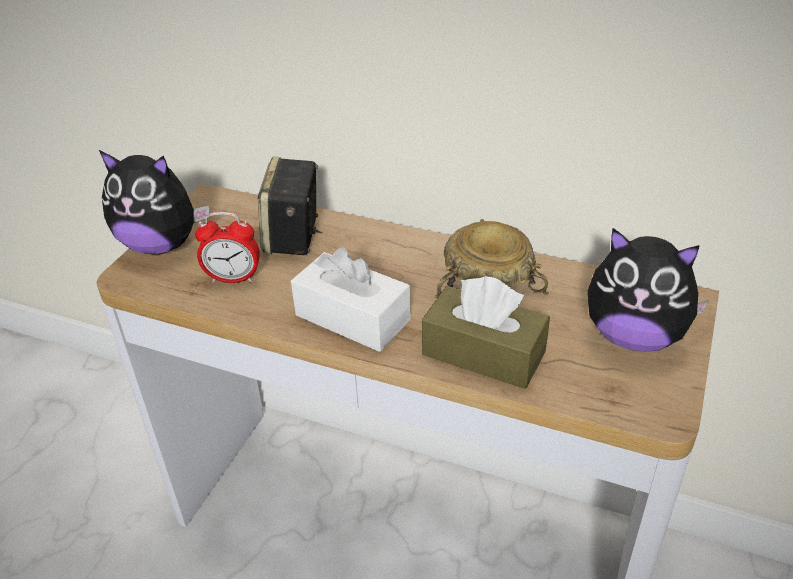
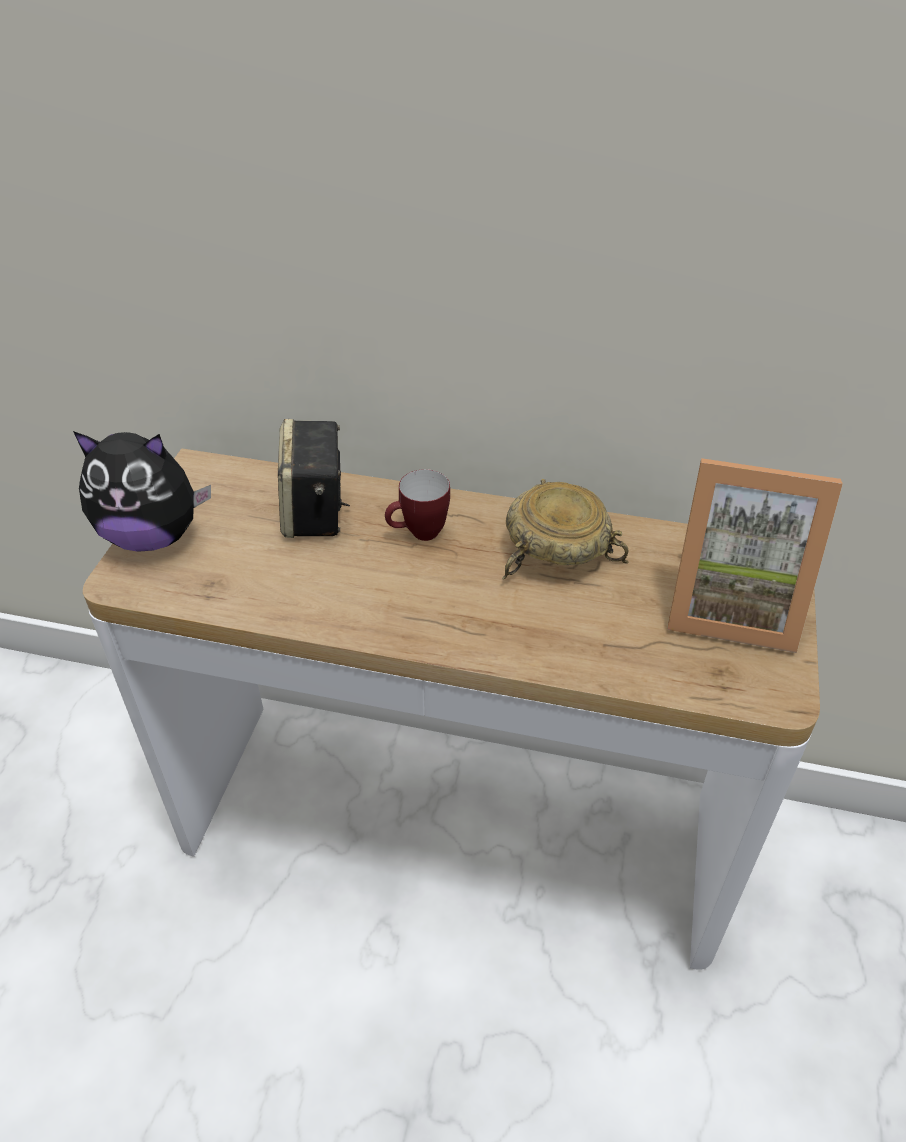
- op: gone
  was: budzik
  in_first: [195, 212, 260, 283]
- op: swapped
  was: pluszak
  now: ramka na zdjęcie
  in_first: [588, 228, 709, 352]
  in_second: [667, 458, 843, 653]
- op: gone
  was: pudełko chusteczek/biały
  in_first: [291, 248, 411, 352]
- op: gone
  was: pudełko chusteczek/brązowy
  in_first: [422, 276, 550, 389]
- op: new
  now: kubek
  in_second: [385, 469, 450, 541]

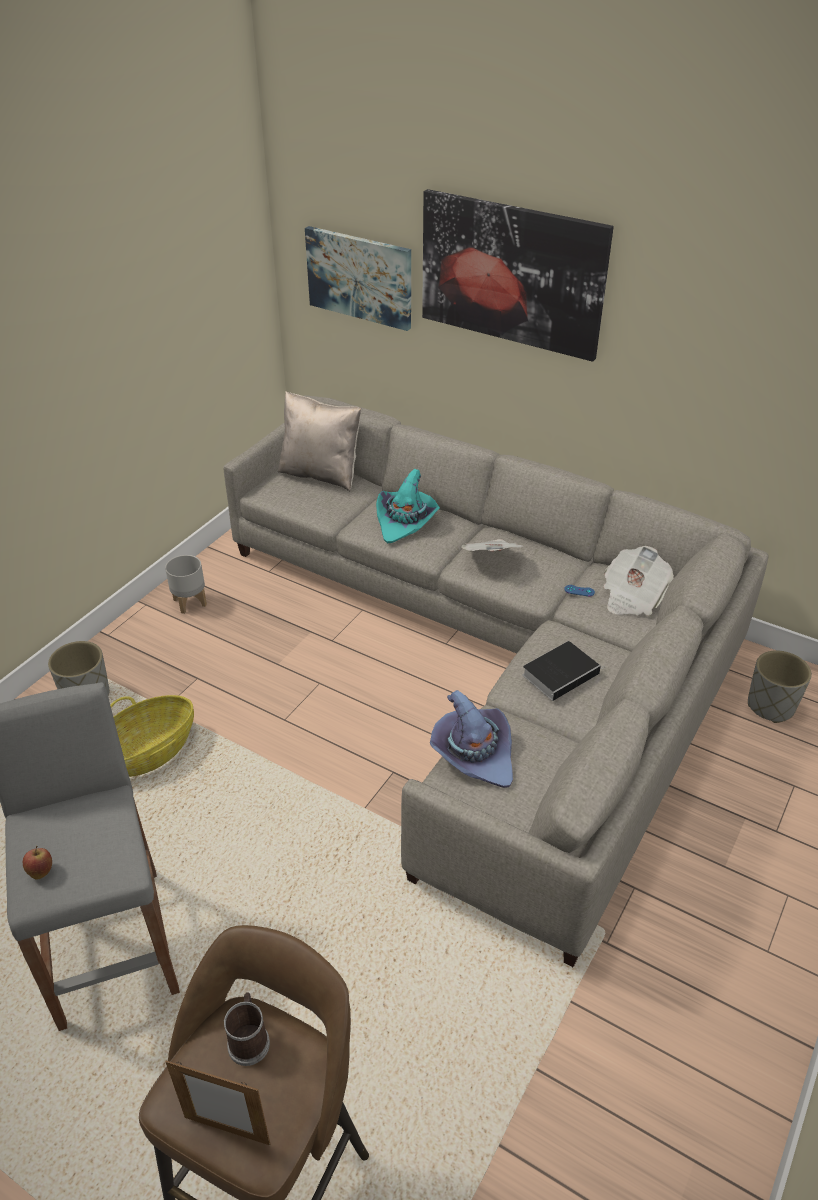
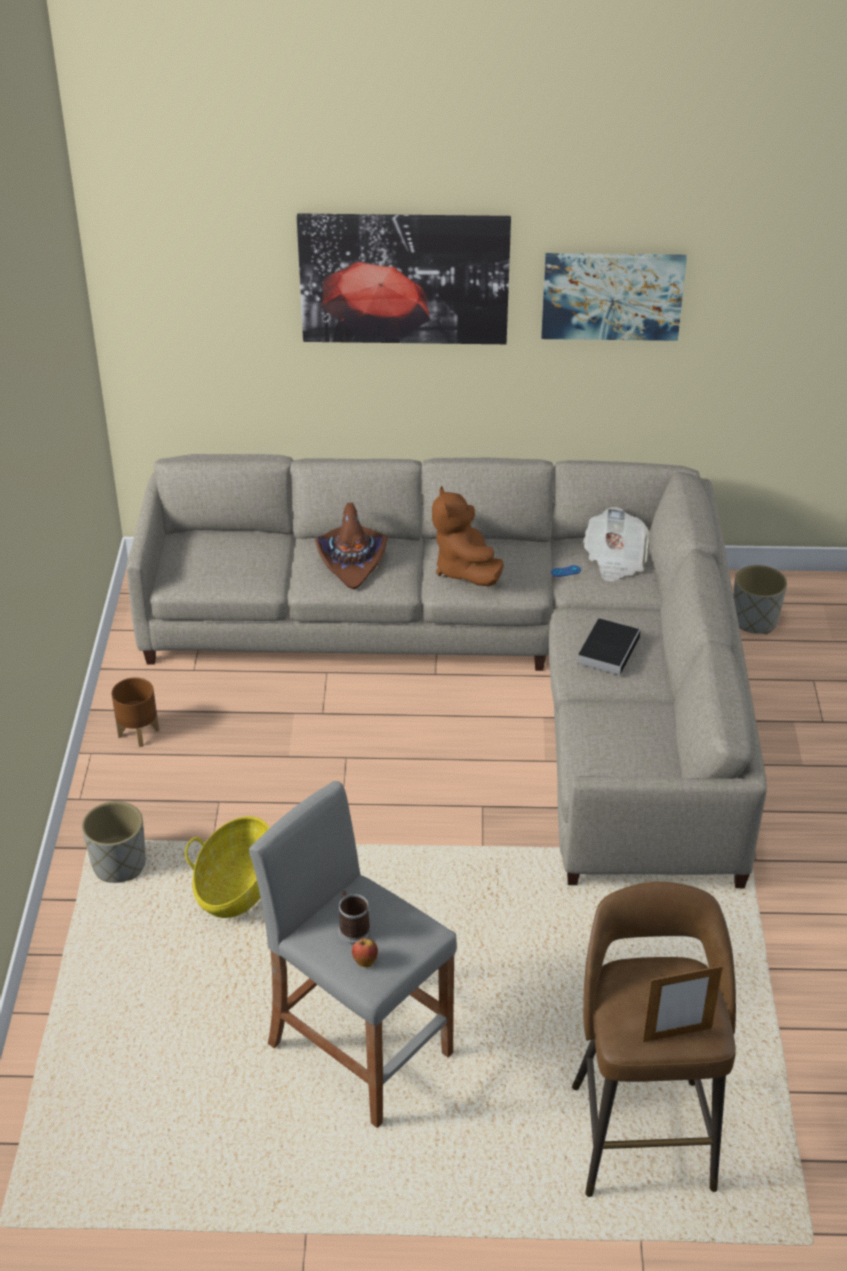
- op: shifted
  was: obraz
  in_first: [305, 226, 411, 331]
  in_second: [541, 253, 687, 341]
- op: gone
  was: poduszka/beżowy
  in_first: [278, 391, 361, 491]
- op: repainted
  was: kapelusz/turkusowy
  now: kapelusz/brązowy
  in_first: [376, 469, 440, 543]
  in_second: [315, 503, 387, 589]
- op: swapped
  was: gazeta
  now: pluszak/brązowy
  in_first: [461, 539, 524, 552]
  in_second: [432, 486, 504, 586]
- op: repainted
  was: donica/szary
  now: donica/brązowy
  in_first: [165, 555, 207, 614]
  in_second: [111, 678, 159, 747]
- op: gone
  was: kapelusz/fioletowy
  in_first: [430, 690, 513, 788]
- op: shifted
  was: kubek
  in_first: [224, 993, 270, 1066]
  in_second: [338, 891, 371, 945]

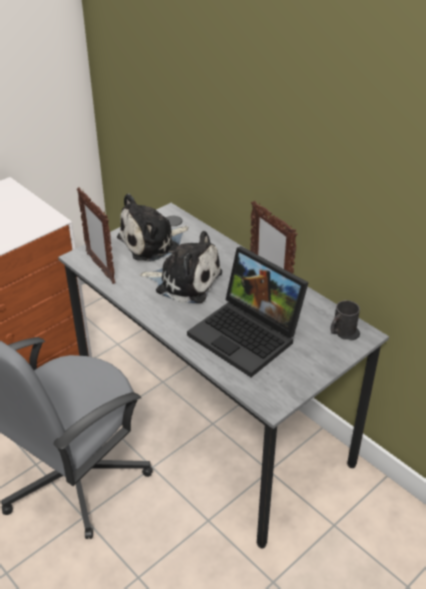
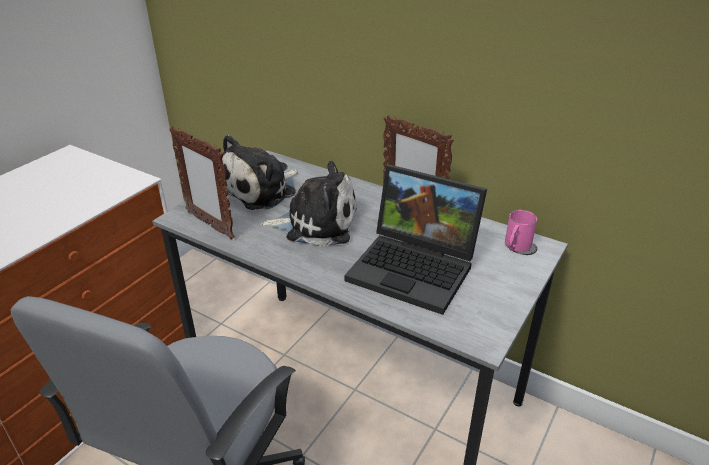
- op: repainted
  was: kubek/czarny
  now: kubek/różowy
  in_first: [330, 300, 360, 337]
  in_second: [505, 210, 537, 252]

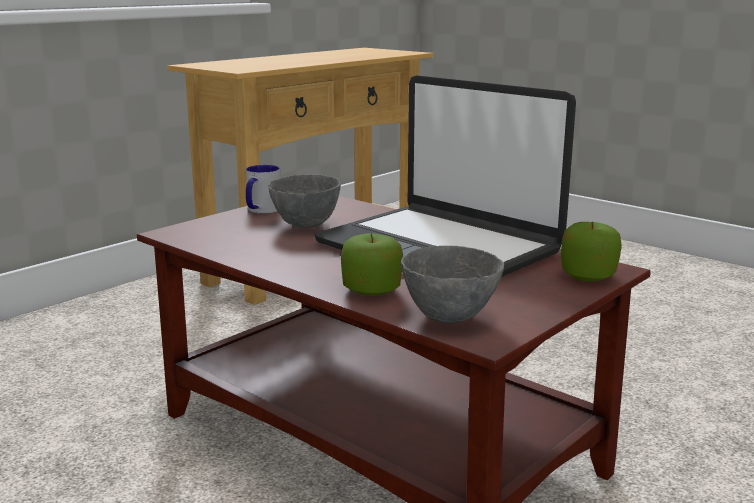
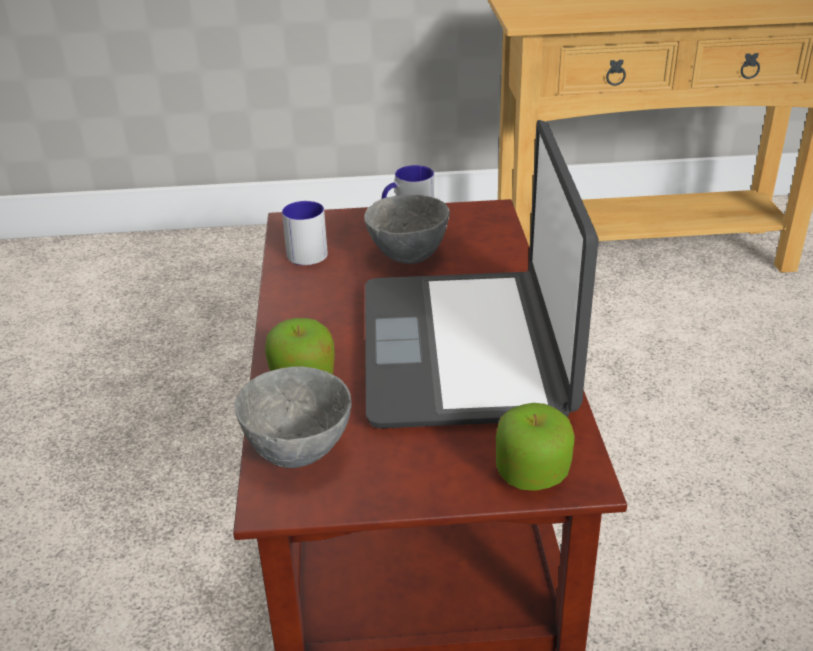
- op: new
  now: kubek
  in_second: [282, 201, 328, 265]

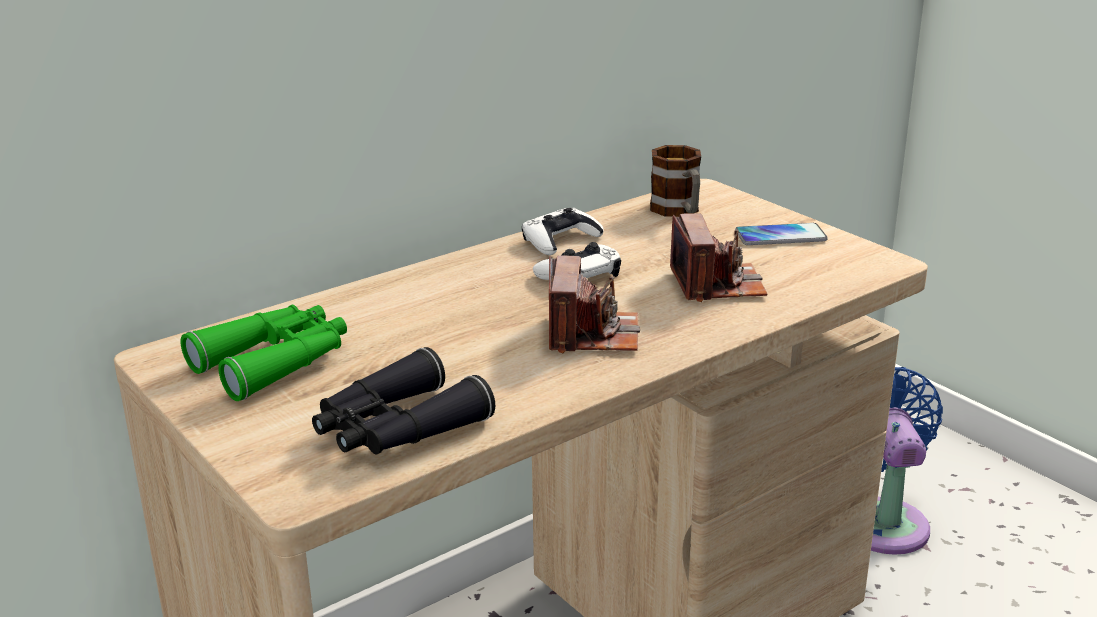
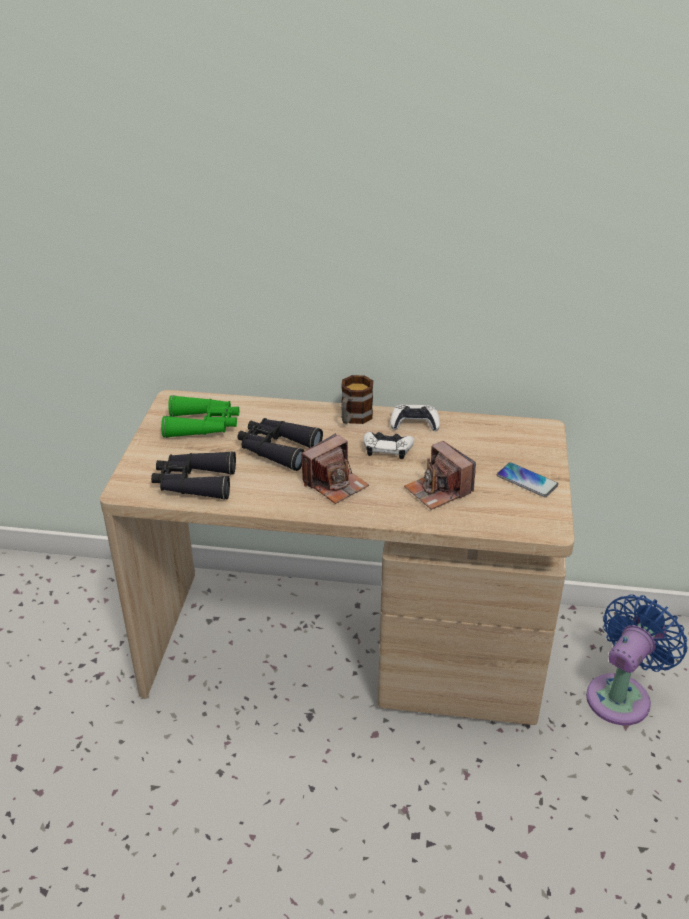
- op: shifted
  was: kubek
  in_first: [650, 145, 701, 217]
  in_second: [341, 375, 373, 424]
- op: rotated
  was: aparat fotograficzny
  in_first: [670, 213, 767, 302]
  in_second: [404, 441, 476, 510]
  clockwise: 105
- op: new
  now: lornetka/czarny
  in_second: [237, 418, 323, 471]

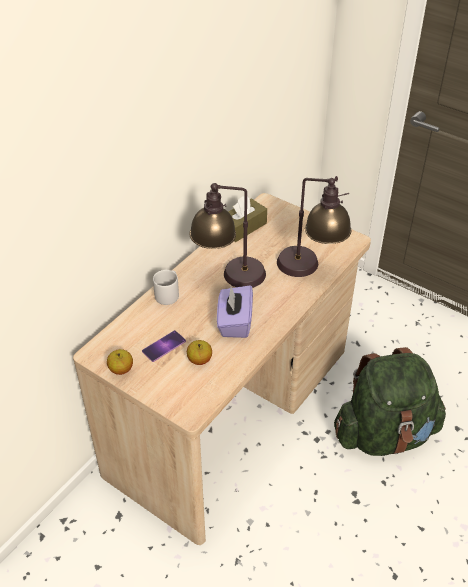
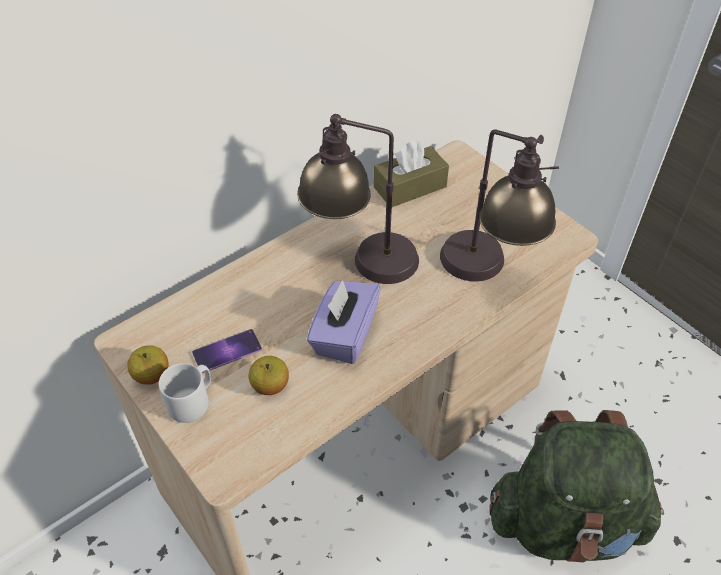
- op: shifted
  was: kubek/szary
  in_first: [153, 270, 179, 305]
  in_second: [159, 363, 211, 423]

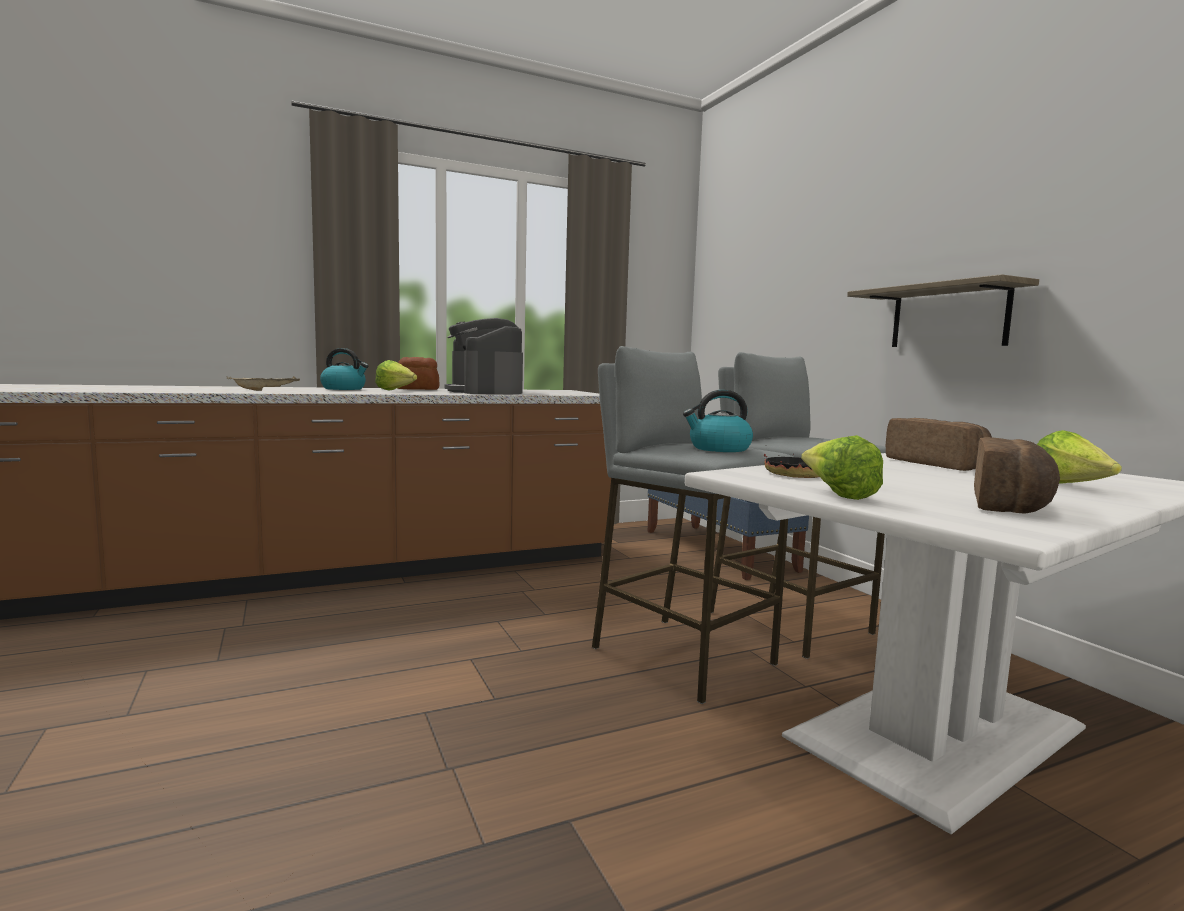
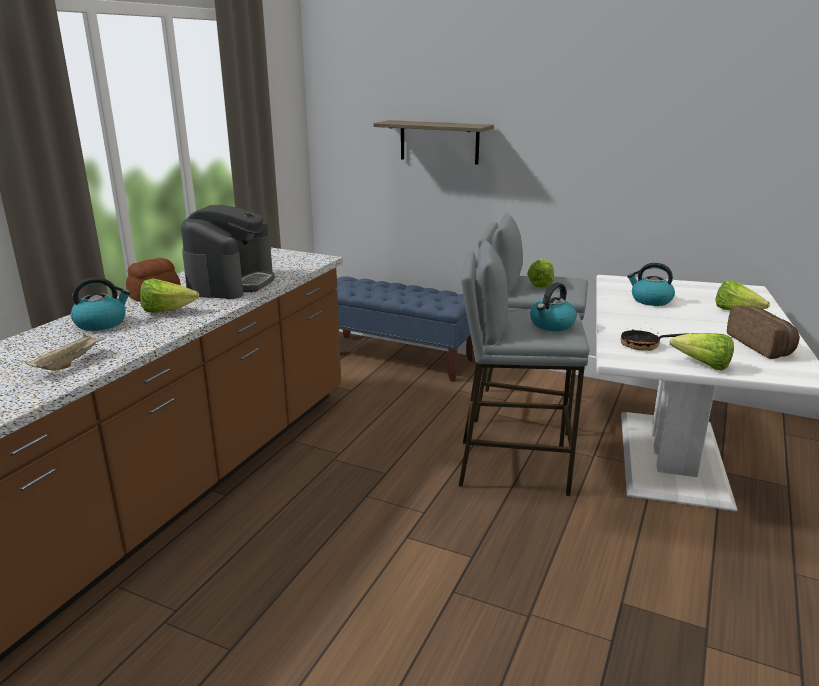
- op: shifted
  was: półka
  in_first: [847, 274, 1039, 347]
  in_second: [373, 120, 494, 164]
- op: rotated
  was: ekspres do kawy
  in_first: [444, 318, 523, 394]
  in_second: [181, 205, 275, 299]
  clockwise: -105
- op: swapped
  was: chleb
  now: czajnik
  in_first: [886, 418, 992, 471]
  in_second: [627, 263, 675, 306]
- op: new
  now: sałata
  in_second: [527, 259, 554, 288]

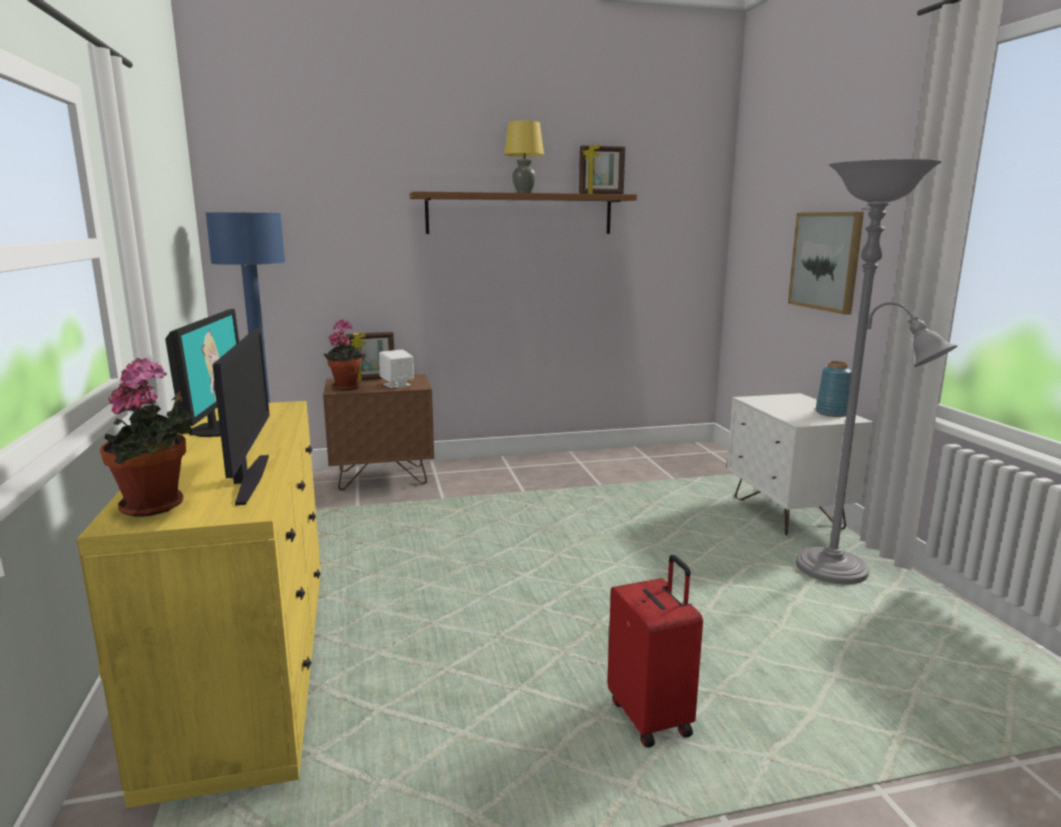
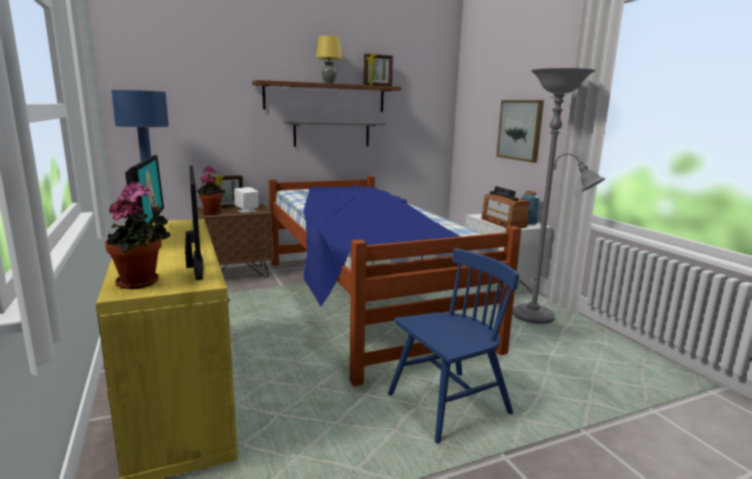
- op: swapped
  was: walizka/czerwony
  now: krzesło/niebieski
  in_first: [607, 555, 703, 748]
  in_second: [388, 248, 519, 444]
- op: new
  now: półka/szary
  in_second: [284, 121, 385, 147]
- op: new
  now: łóżko
  in_second: [269, 176, 521, 386]
- op: new
  now: radio
  in_second: [481, 186, 530, 228]

